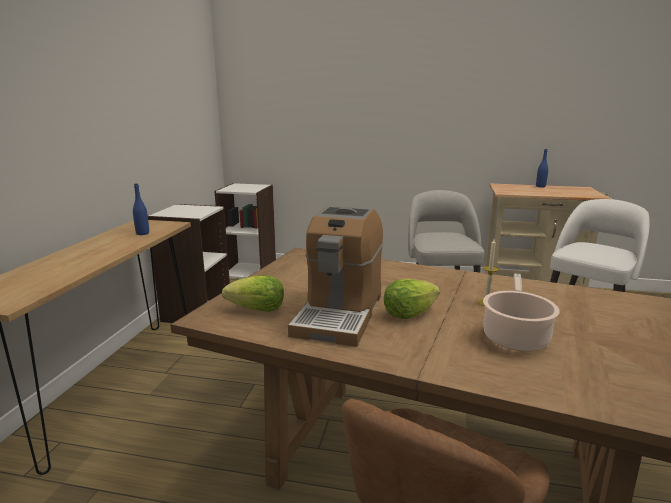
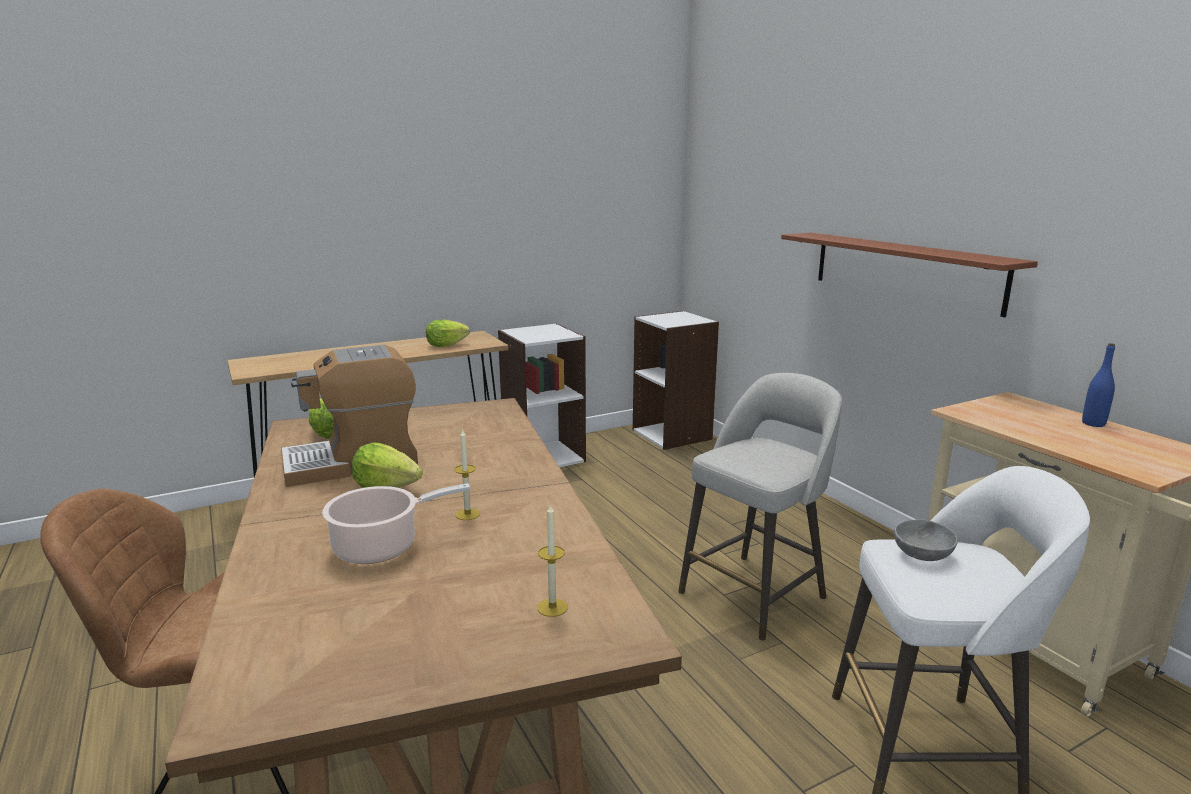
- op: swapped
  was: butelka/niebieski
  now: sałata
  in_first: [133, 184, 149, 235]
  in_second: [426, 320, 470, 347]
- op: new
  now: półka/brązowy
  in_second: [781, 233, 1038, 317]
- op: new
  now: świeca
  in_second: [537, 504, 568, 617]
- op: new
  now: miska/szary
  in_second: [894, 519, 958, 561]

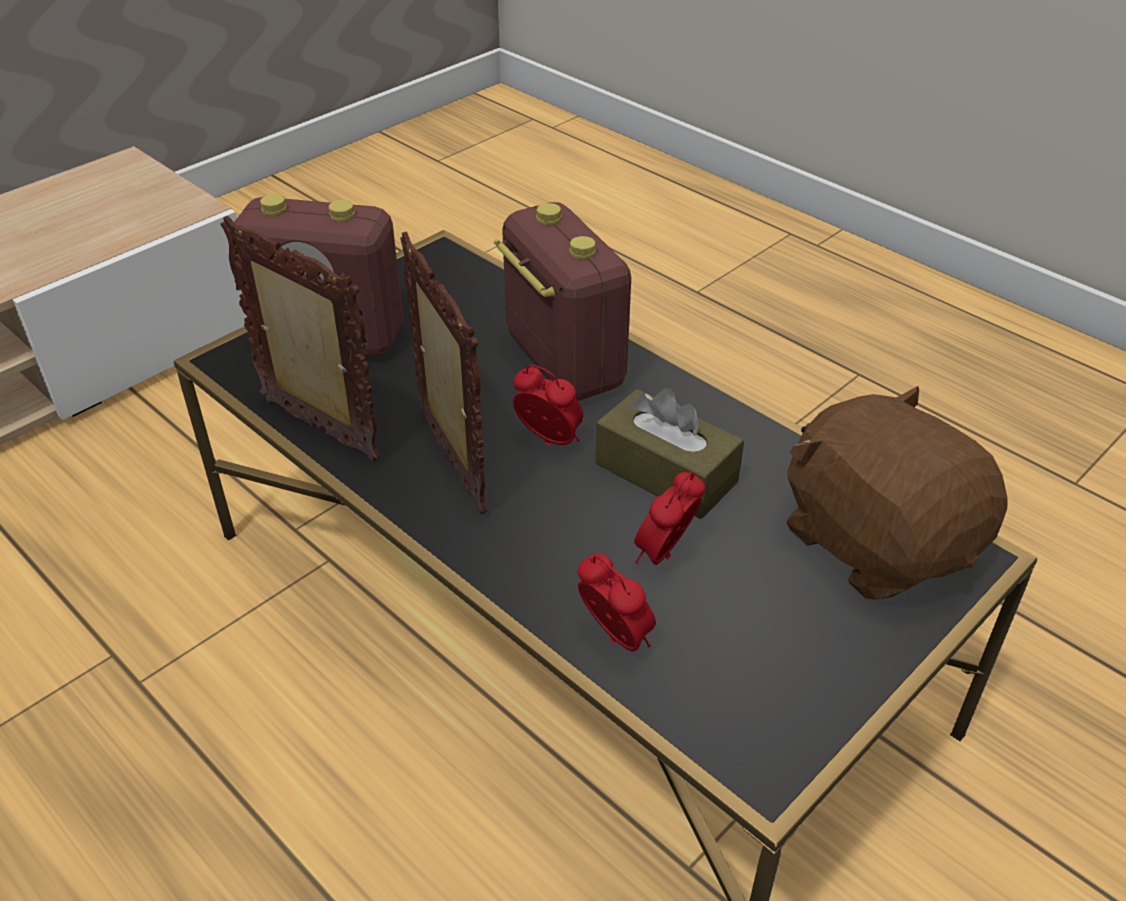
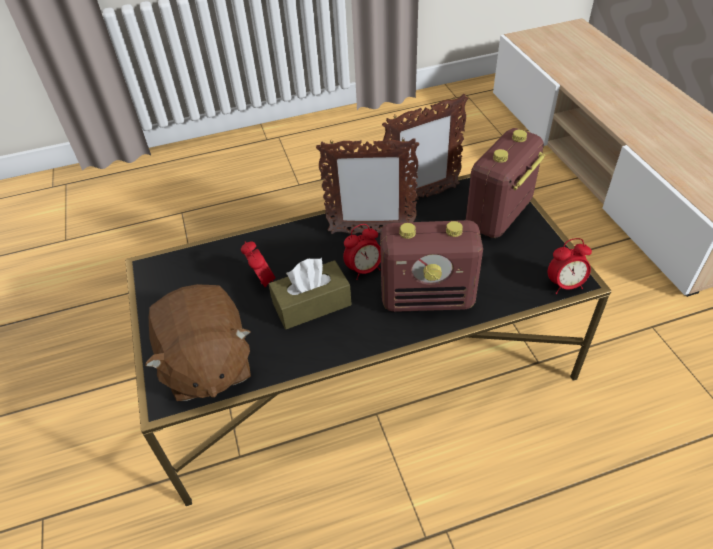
- op: rotated
  was: pluszak/brązowy
  in_first: [787, 386, 1008, 600]
  in_second: [145, 284, 251, 401]
  clockwise: 75
- op: shifted
  was: budzik
  in_first: [578, 554, 656, 651]
  in_second: [548, 238, 592, 294]

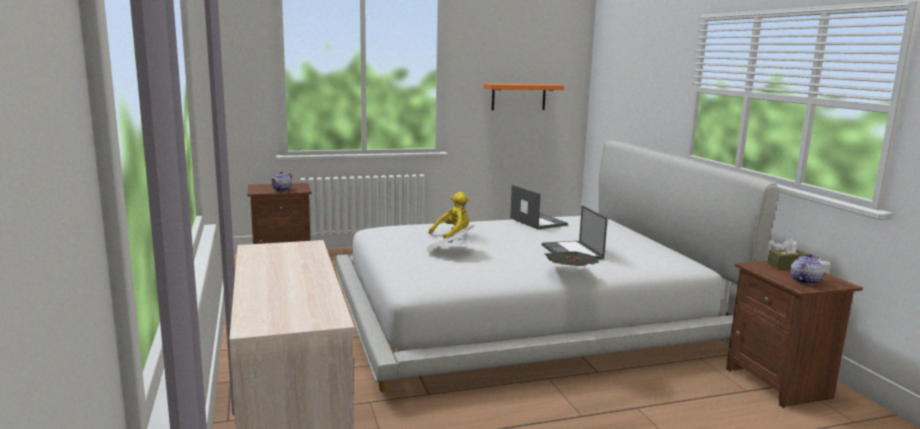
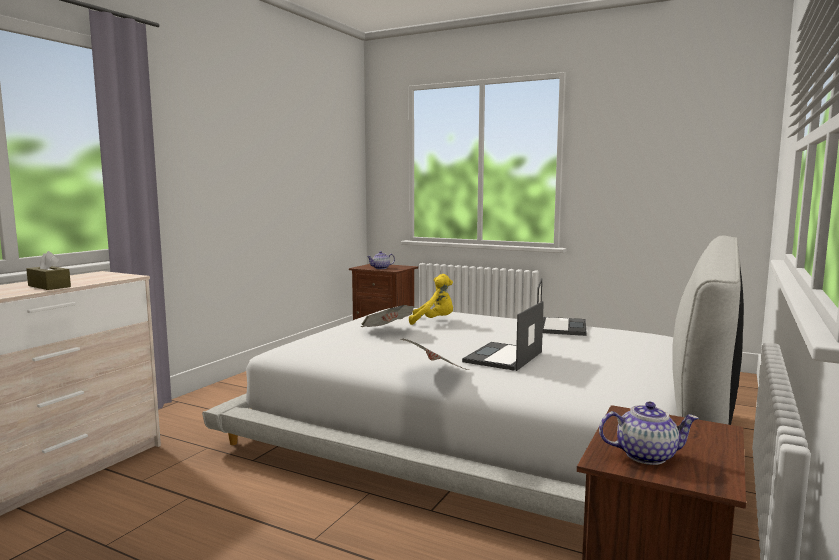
- op: gone
  was: półka/pomarańczowy
  in_first: [483, 83, 564, 110]
- op: shifted
  was: pudełko chusteczek/brązowy
  in_first: [767, 238, 808, 270]
  in_second: [26, 251, 71, 290]

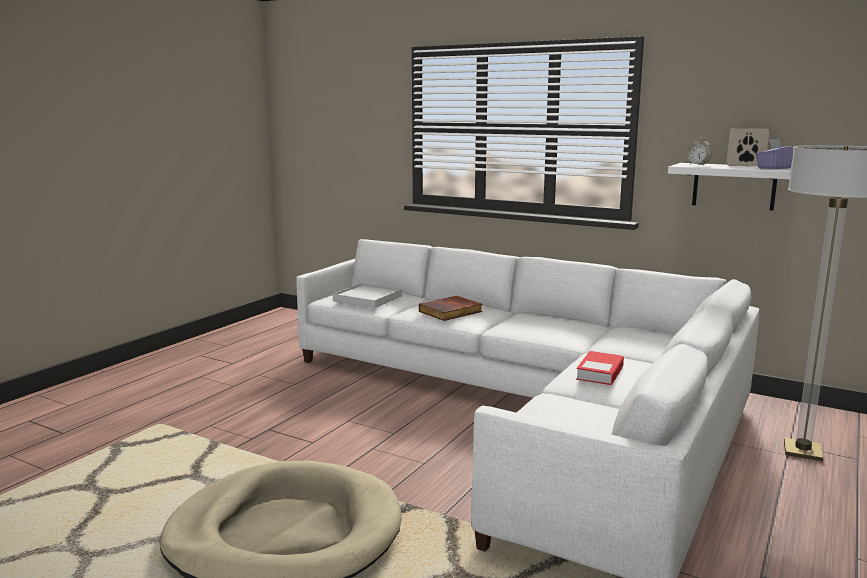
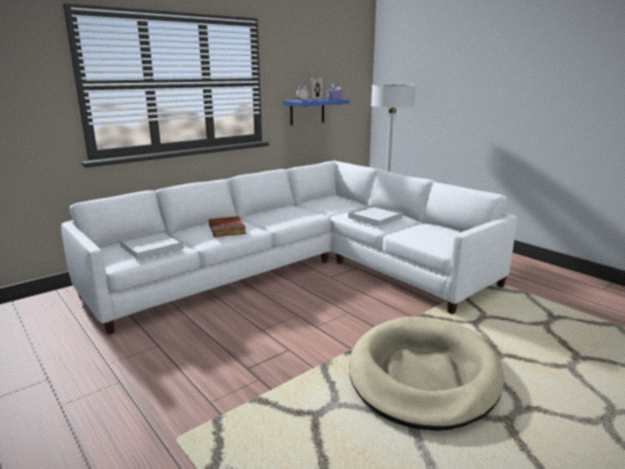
- op: repainted
  was: półka/biały
  now: półka/niebieski
  in_first: [668, 163, 791, 211]
  in_second: [283, 98, 350, 125]
- op: swapped
  was: książka
  now: taca/biały
  in_first: [576, 351, 624, 385]
  in_second: [348, 205, 403, 227]

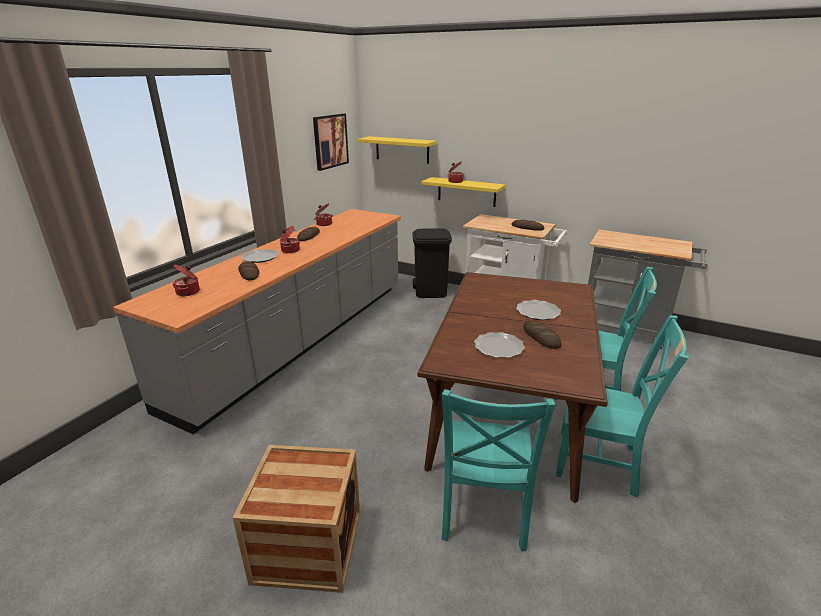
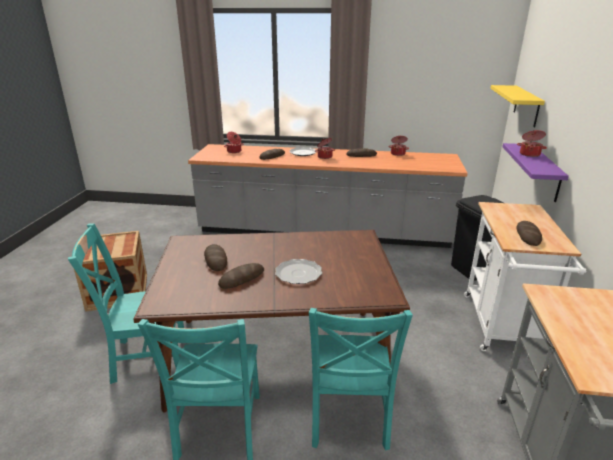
- op: gone
  was: obraz
  in_first: [313, 113, 349, 171]
- op: repainted
  was: półka/żółty
  now: półka/fioletowy
  in_first: [421, 177, 505, 207]
  in_second: [502, 143, 569, 202]
- op: swapped
  was: talerz
  now: chleb
  in_first: [474, 332, 525, 358]
  in_second: [204, 244, 227, 271]

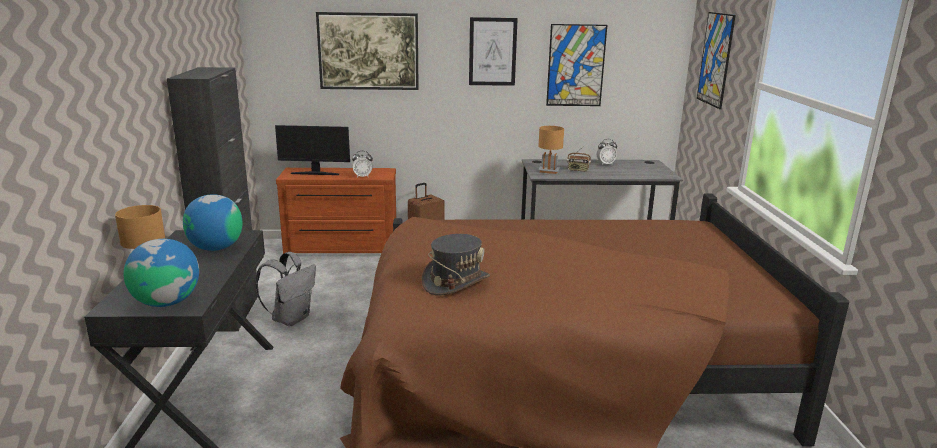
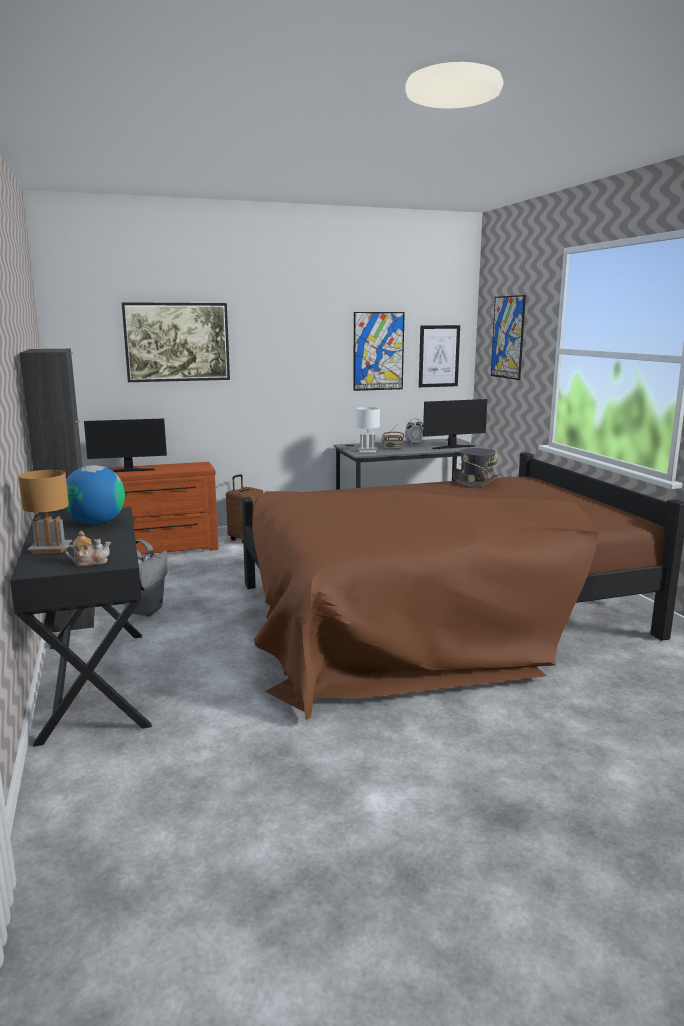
- op: shifted
  was: obraz
  in_first: [469, 17, 518, 86]
  in_second: [419, 325, 460, 387]
- op: repainted
  was: lampa stołowa/brązowy
  now: lampa stołowa/biały
  in_first: [538, 126, 564, 174]
  in_second: [356, 407, 380, 452]
- op: gone
  was: budzik
  in_first: [352, 151, 373, 178]
- op: shifted
  was: kapelusz/szary
  in_first: [422, 234, 490, 295]
  in_second: [453, 448, 501, 488]
- op: swapped
  was: globus
  now: imbryk
  in_first: [124, 239, 199, 307]
  in_second: [65, 531, 111, 566]
- op: new
  now: monitor
  in_second: [423, 399, 487, 449]

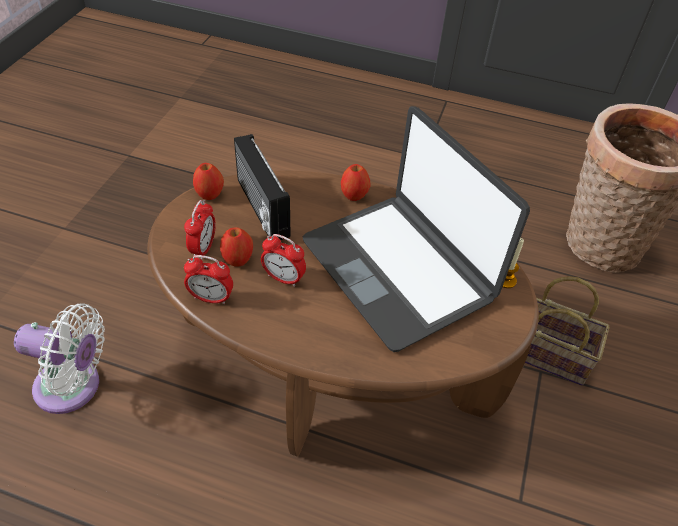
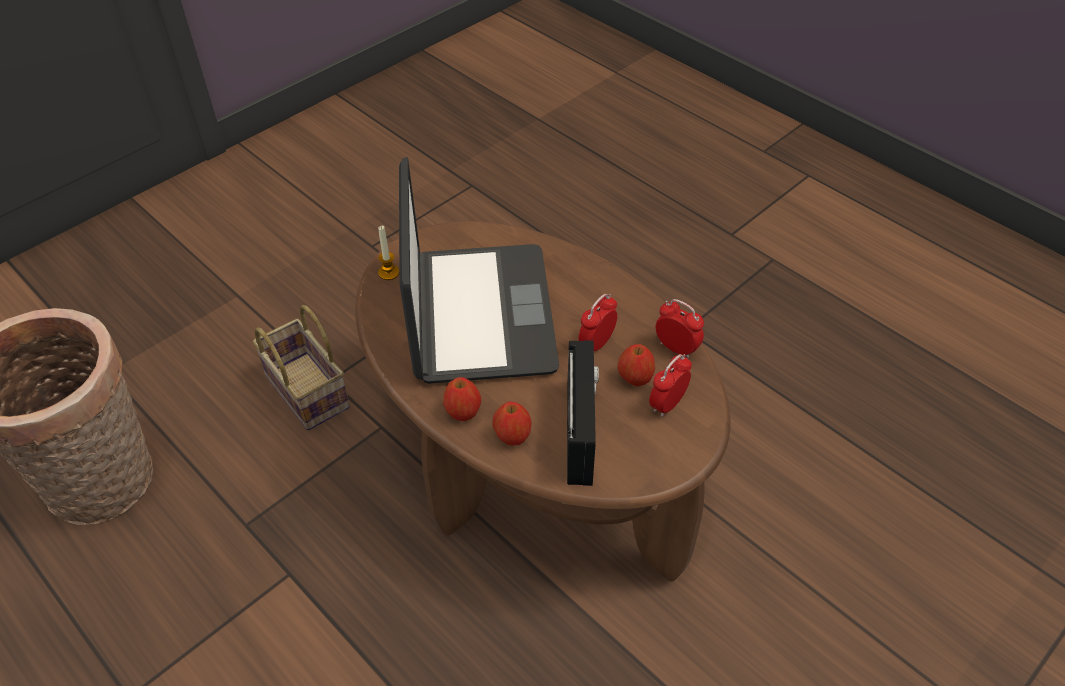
- op: shifted
  was: jabłko
  in_first: [193, 163, 224, 200]
  in_second: [493, 402, 532, 446]
- op: rotated
  was: budzik
  in_first: [261, 234, 306, 287]
  in_second: [578, 294, 617, 351]
  clockwise: -105
- op: gone
  was: wentylator/biały
  in_first: [14, 303, 105, 414]

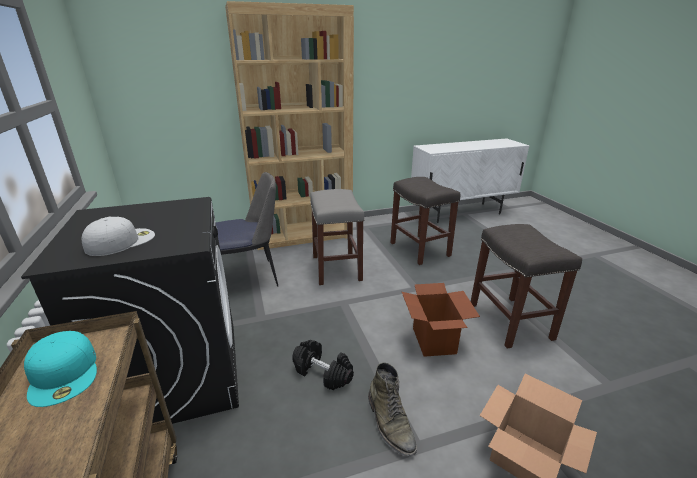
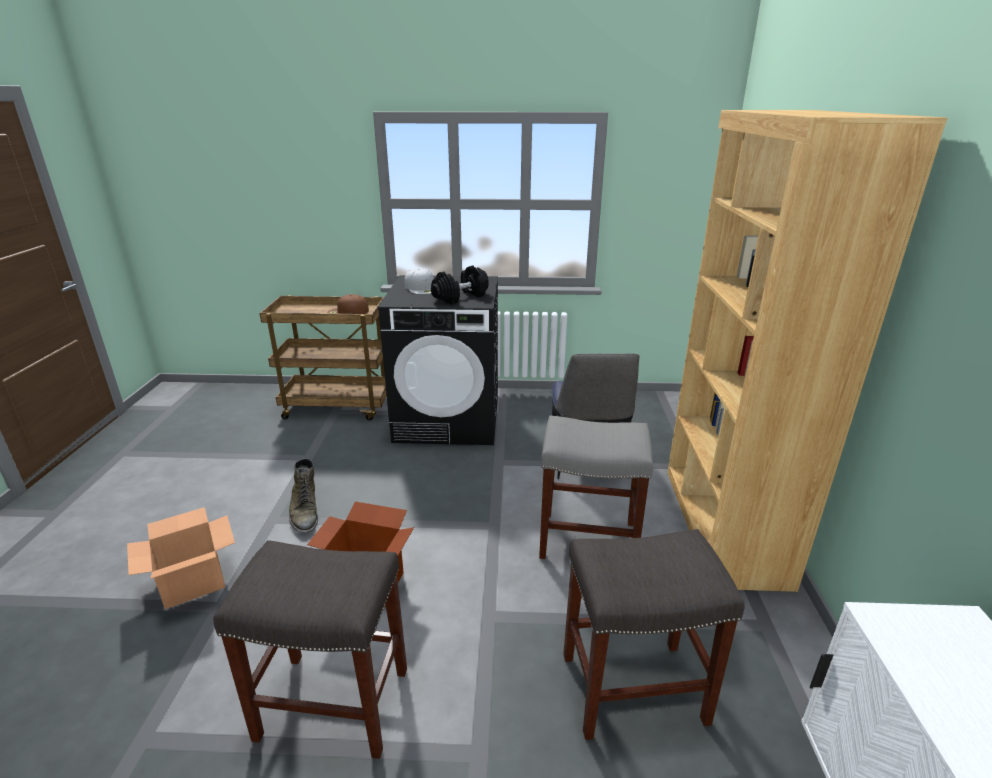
- op: repainted
  was: czapka z daszkiem/turkusowy
  now: czapka z daszkiem/brązowy
  in_first: [24, 331, 97, 407]
  in_second: [327, 294, 369, 314]
- op: shifted
  was: hantel/czarny
  in_first: [292, 340, 354, 390]
  in_second: [431, 265, 489, 304]
- op: rotated
  was: but z cholewką/zielony
  in_first: [368, 362, 417, 456]
  in_second: [289, 458, 318, 533]
  clockwise: -105

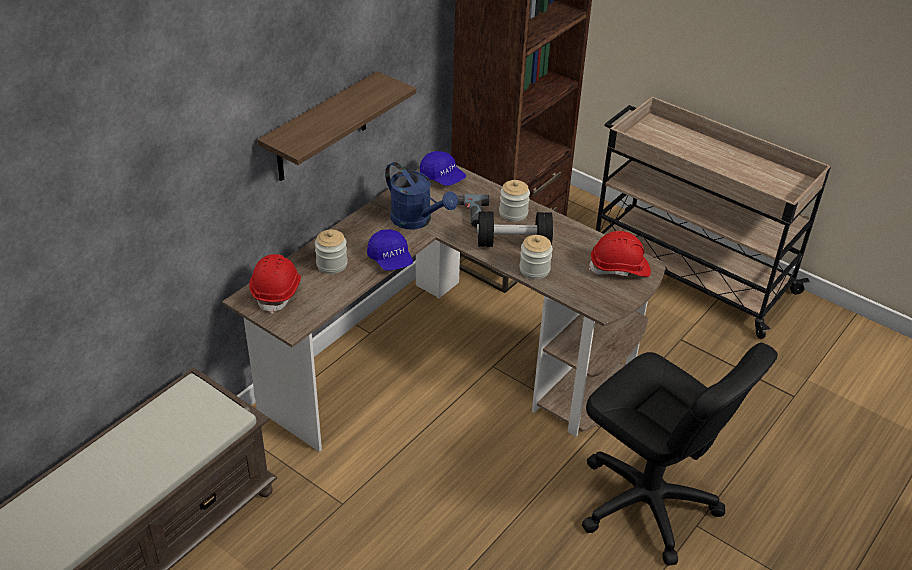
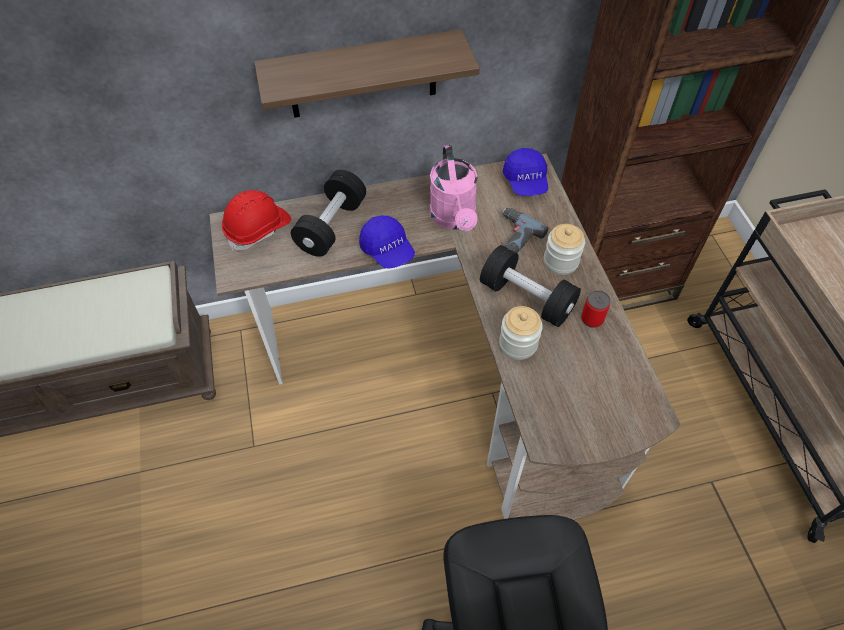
- op: repainted
  was: konewka/niebieski
  now: konewka/różowy
  in_first: [385, 162, 458, 229]
  in_second: [430, 145, 478, 231]
- op: rotated
  was: czapka z daszkiem/niebieski
  in_first: [367, 229, 413, 271]
  in_second: [359, 215, 415, 268]
  clockwise: -45
- op: swapped
  was: słoik
  now: hantel/czarny
  in_first: [315, 230, 348, 274]
  in_second: [291, 170, 366, 257]
- op: gone
  was: kask/czerwony
  in_first: [589, 231, 651, 277]
- op: new
  now: puszka
  in_second: [581, 291, 610, 328]

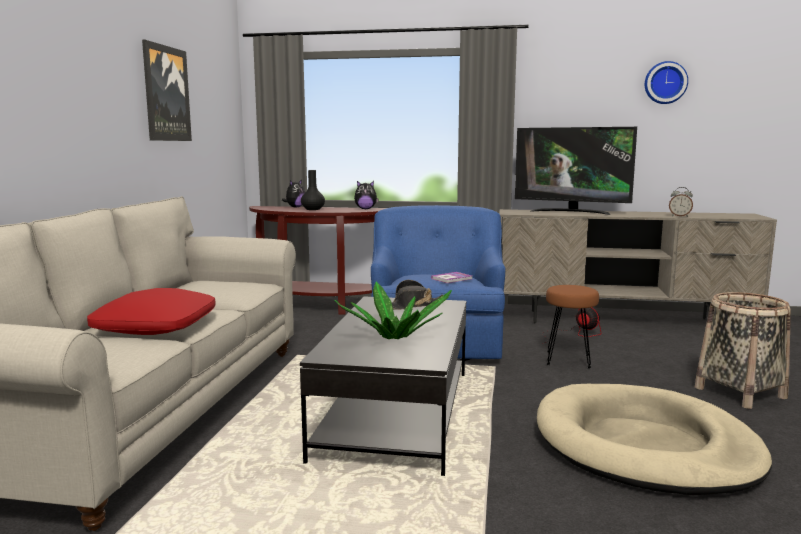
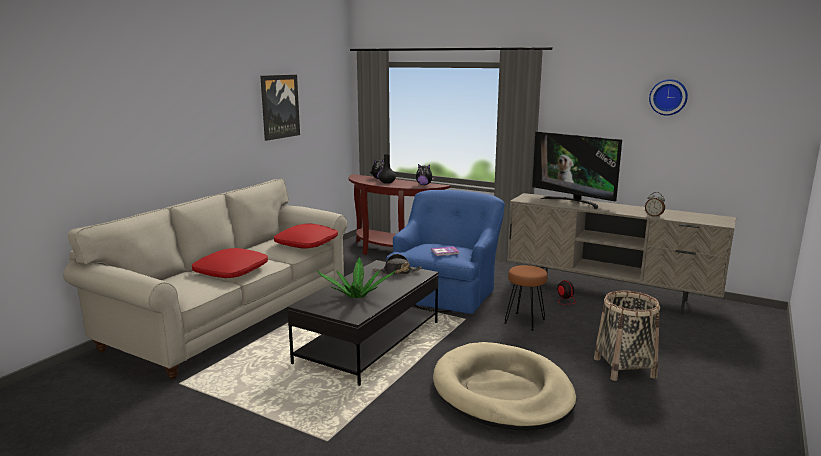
- op: new
  now: poduszka/czerwony
  in_second: [274, 223, 338, 249]

